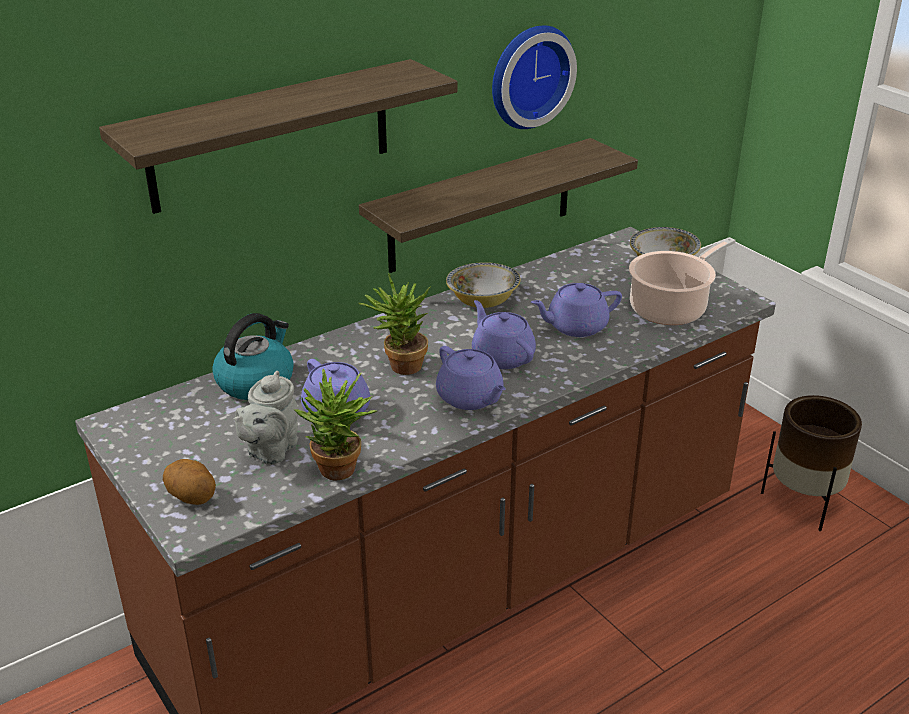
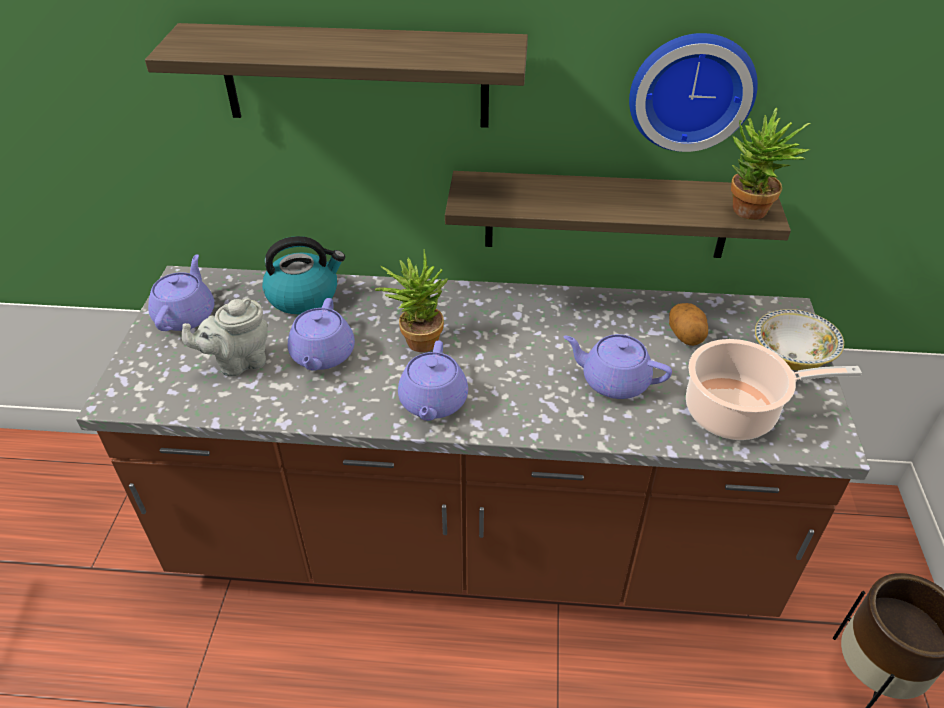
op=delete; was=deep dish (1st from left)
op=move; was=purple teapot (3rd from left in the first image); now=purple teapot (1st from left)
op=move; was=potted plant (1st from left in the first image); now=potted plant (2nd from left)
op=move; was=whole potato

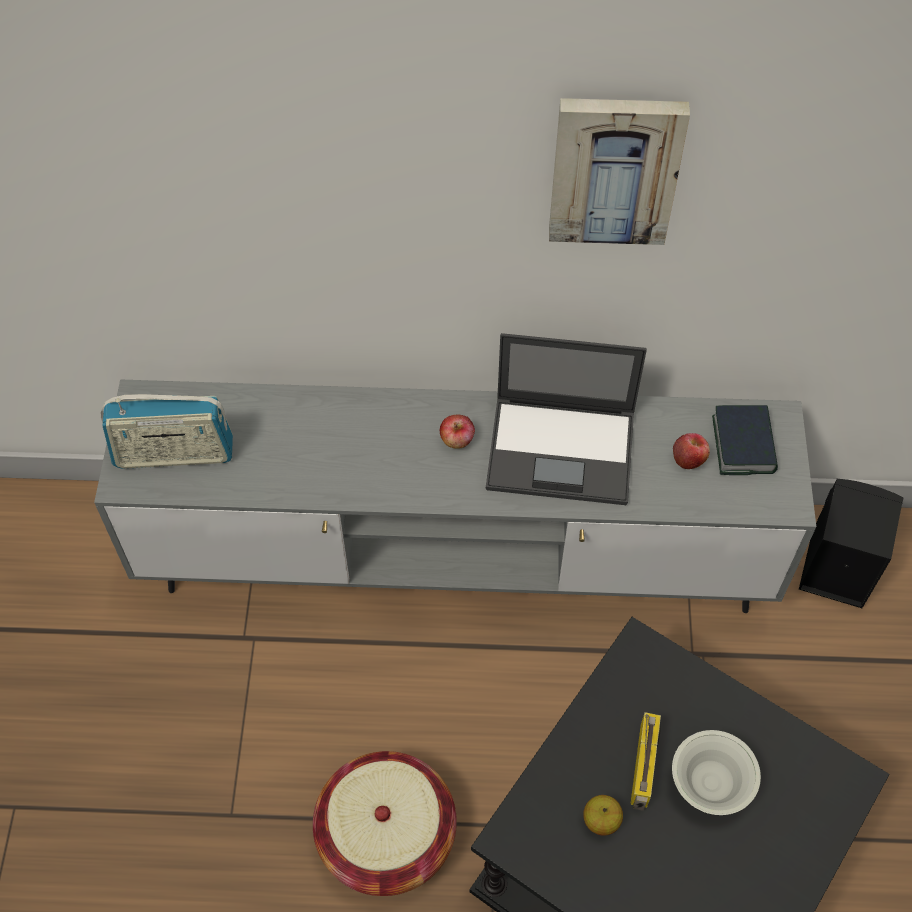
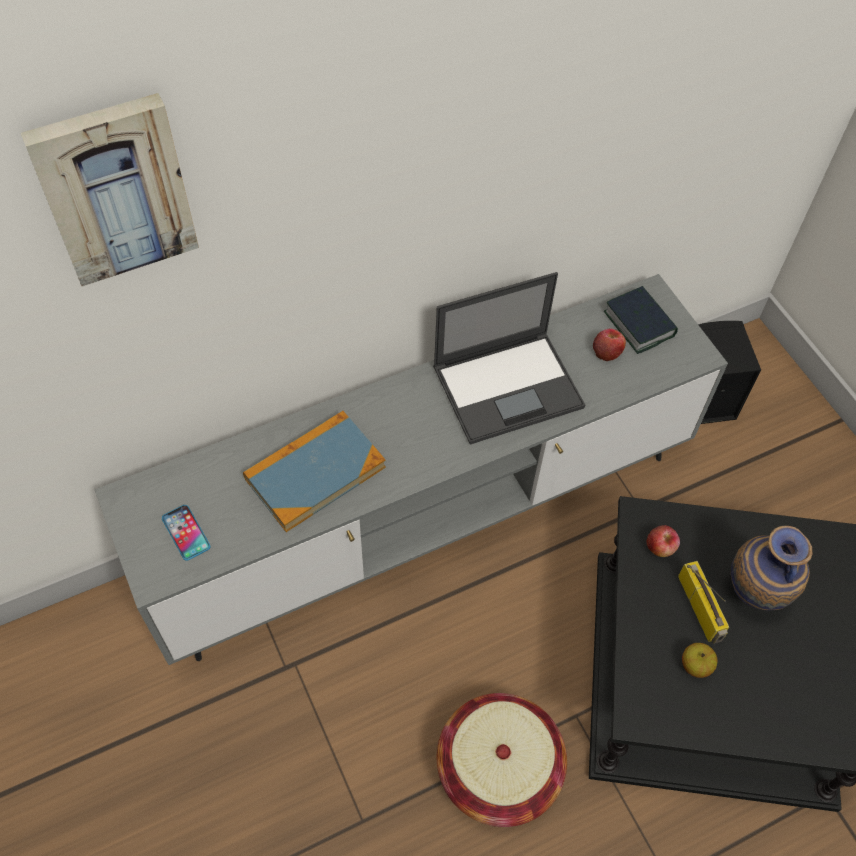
op=move; was=picture
op=replace; was=radio receiver (1st from left); now=telephone
op=move; was=apple fruit (1st from left in the first image); now=apple fruit (2nd from left)
op=replace; was=white deep dish; now=vase
op=insert; now=bound book (1st from left)

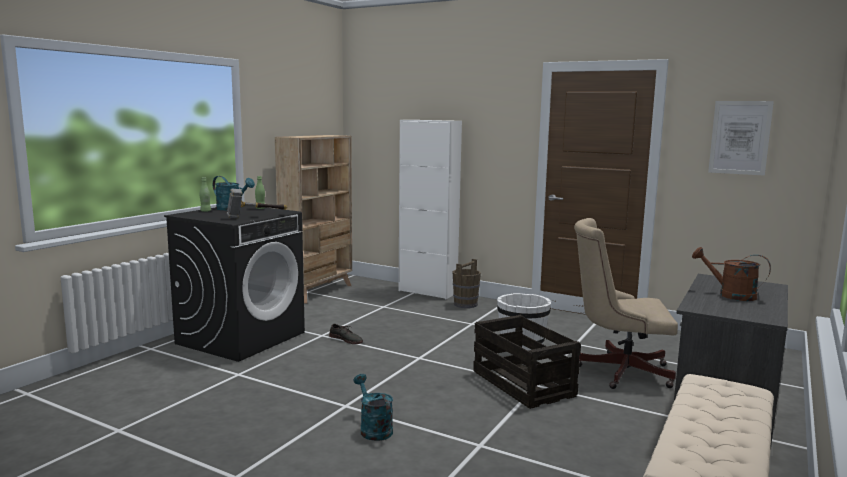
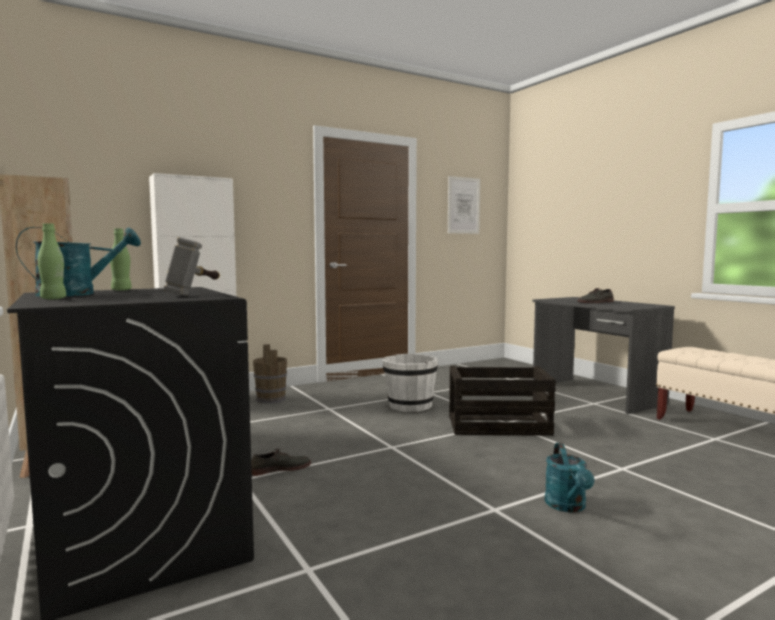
op=delete; was=sand-coloured desk chair
op=replace; was=brownish sprinkling can; now=grey shoe (2nd from left)
op=rotate; was=blue-green sprinkling can (2nd from left); clockwise=-90

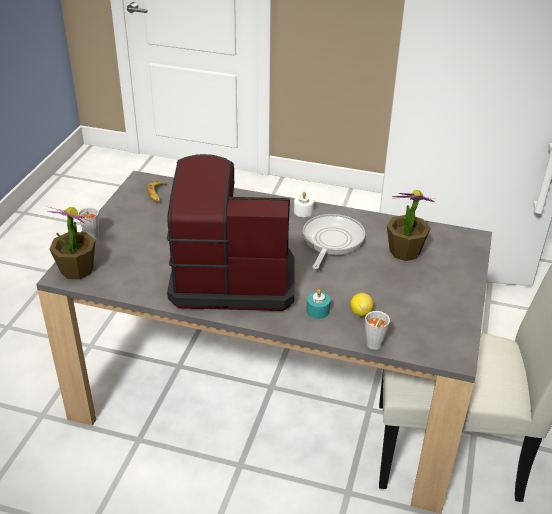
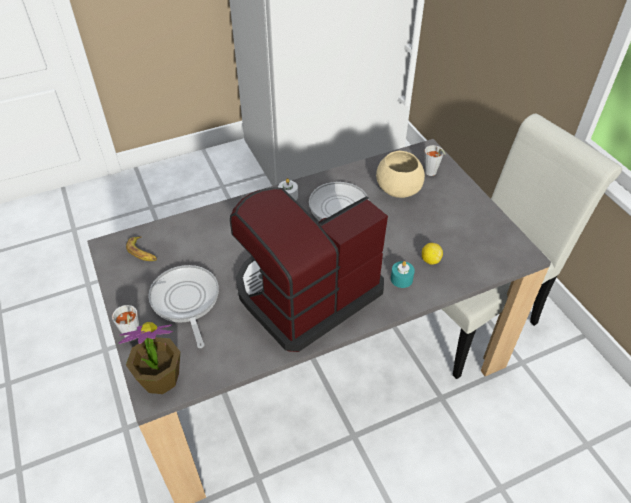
op=replace; was=potted plant (2nd from left); now=sand-coloured deep dish
op=move; was=grey drinking cup (2nd from left)
op=insert; now=pan (1st from left)

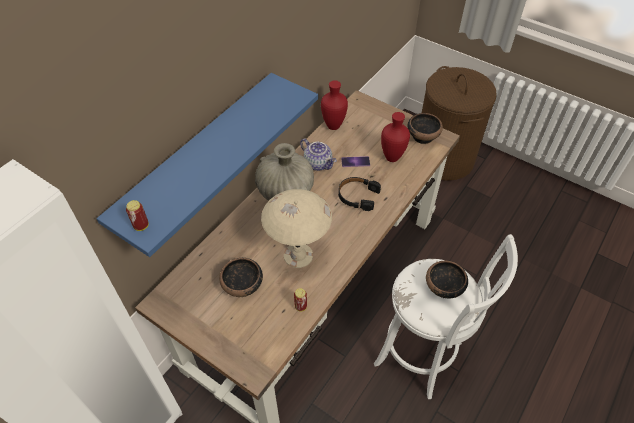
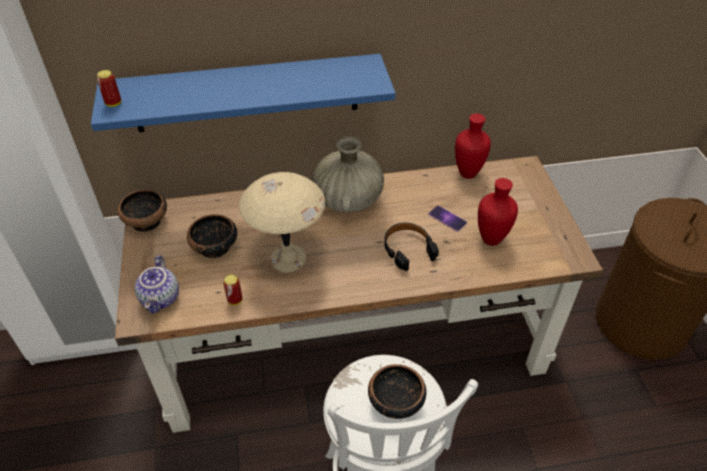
op=move; was=deep dish (2nd from left in the first image); now=deep dish (1st from left)
op=move; was=teapot

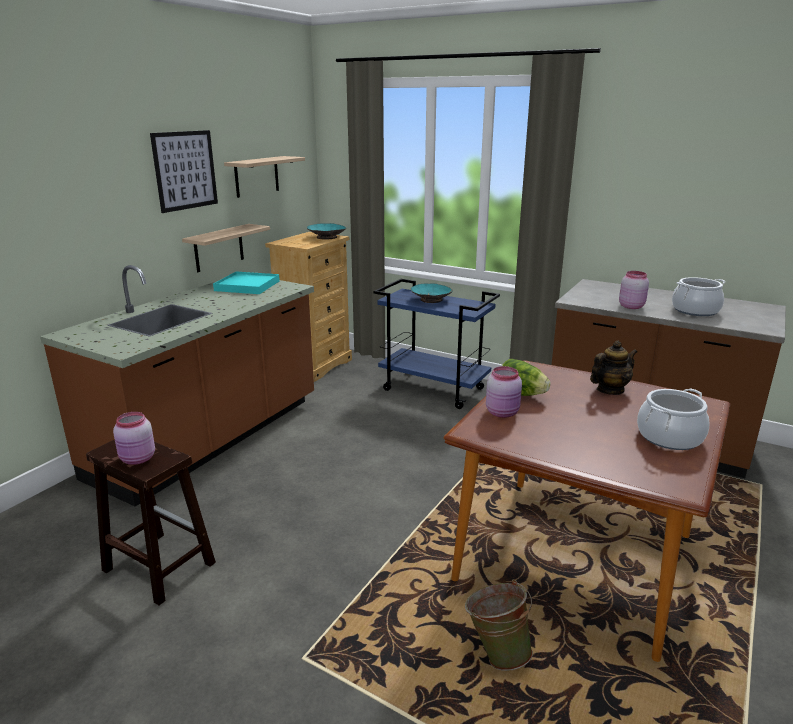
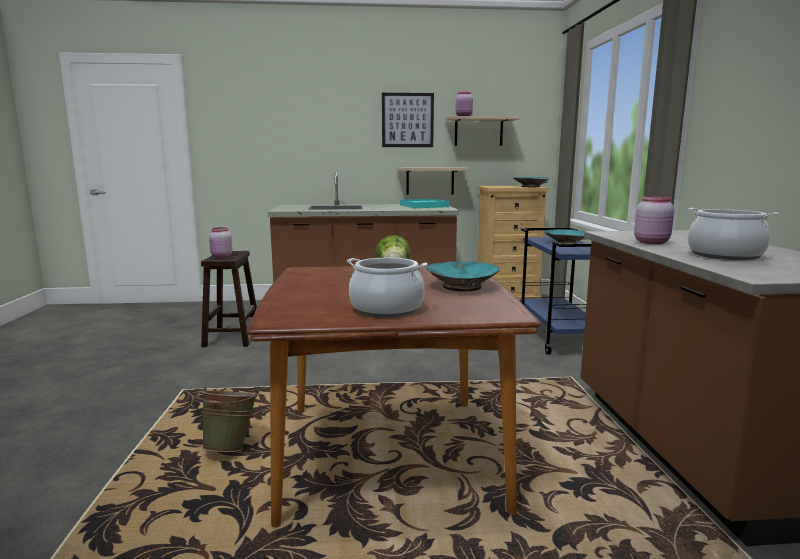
op=replace; was=teapot; now=blue-green deep dish (1st from left)
op=move; was=pink-coloured preserve jar (2nd from left)

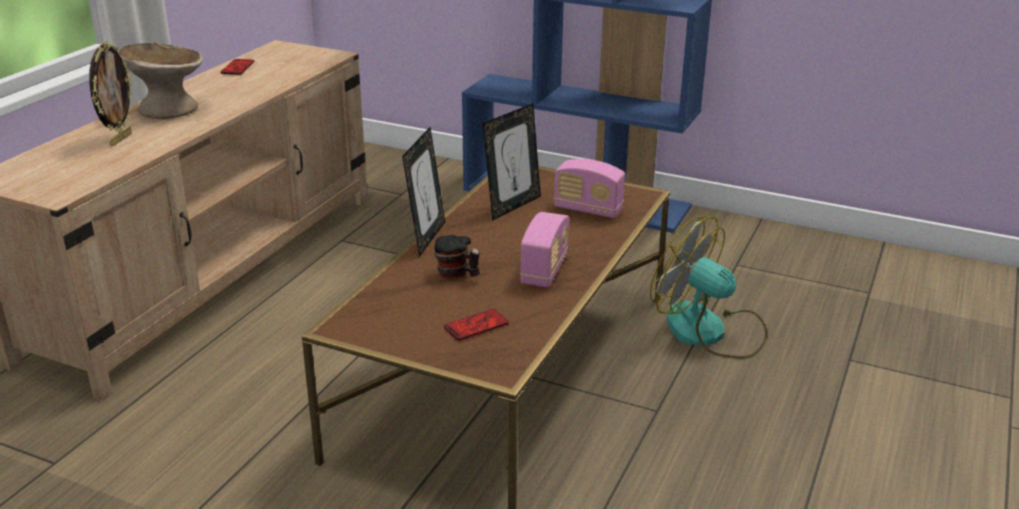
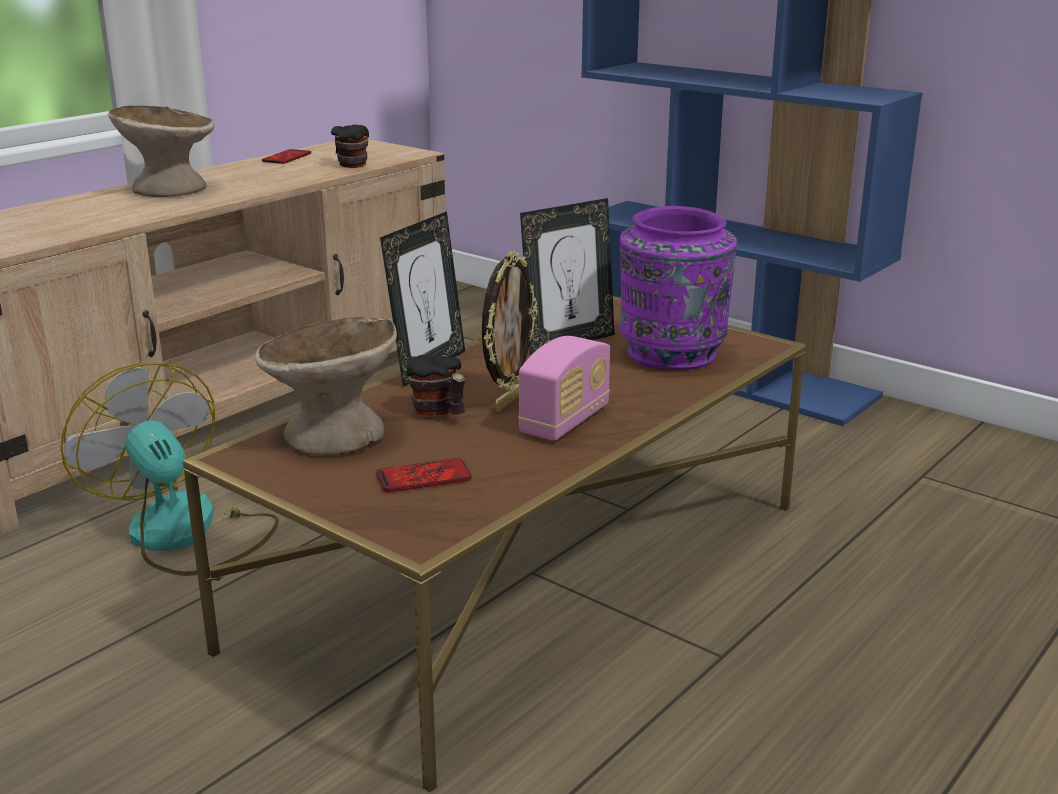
op=move; was=photo frame (1st from left in the first image); now=photo frame (2nd from left)
op=replace; was=radio receiver (2nd from left); now=purple vase
op=move; was=fan
op=insert; now=coffee mug (1st from left)
op=insert; now=sand-coloured deep dish (2nd from left)

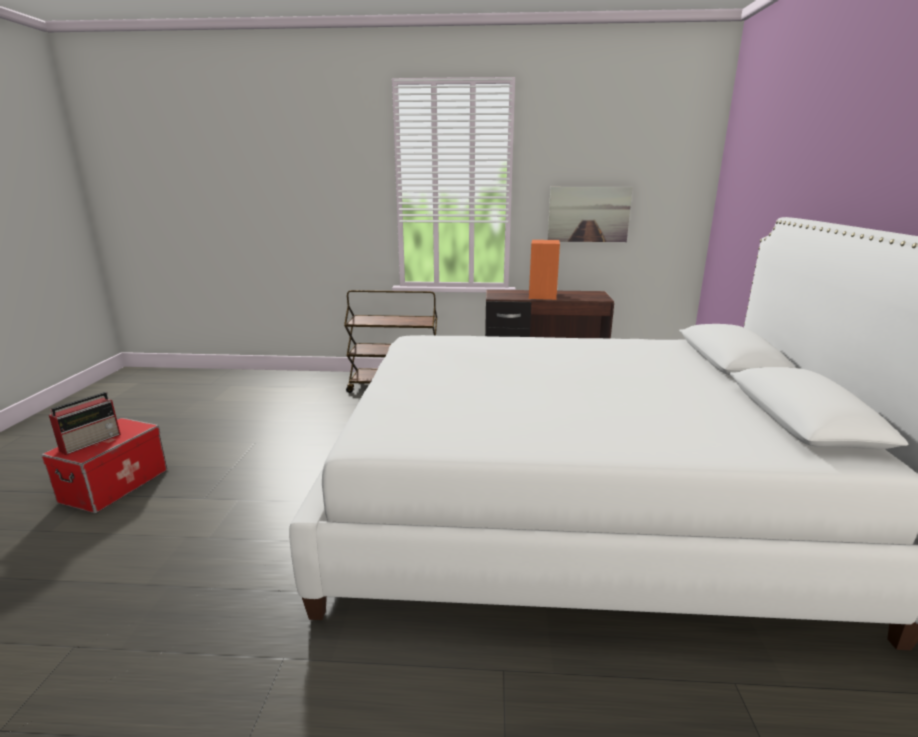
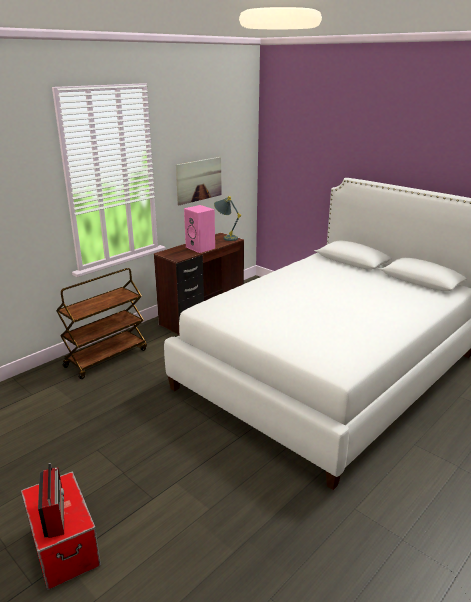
op=recolor; was=orange audio speaker; now=pink-coloured audio speaker
op=insert; now=grey tabletop lamp

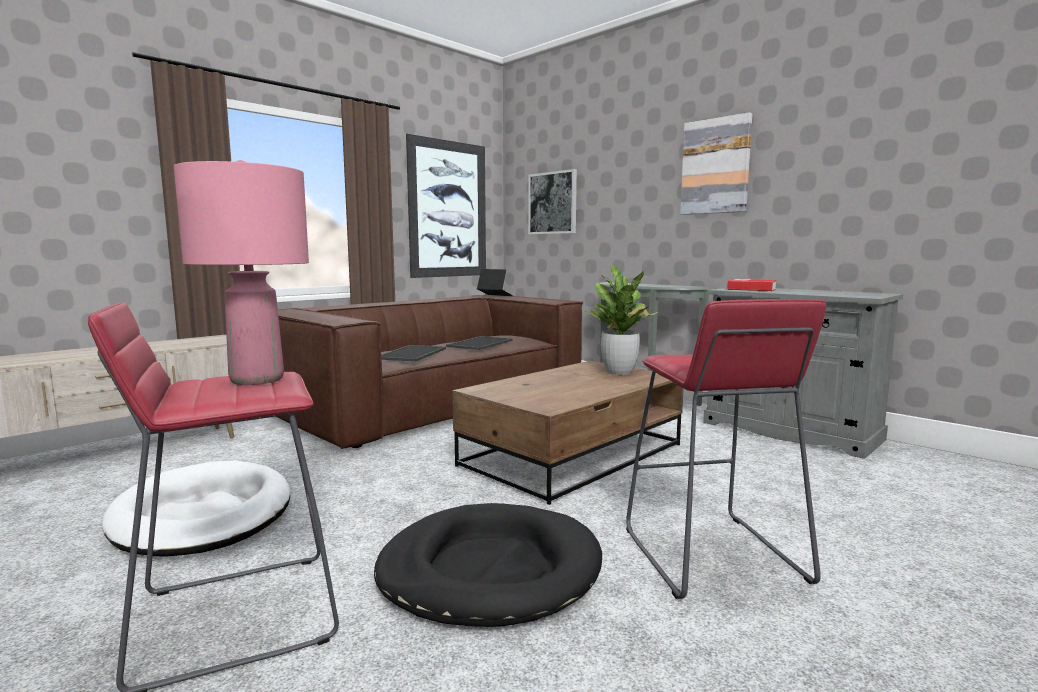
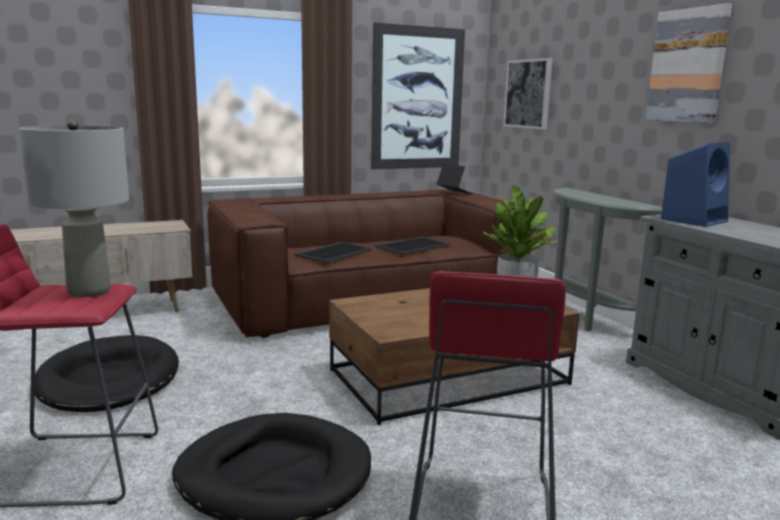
op=recolor; was=pink-coloured tabletop lamp; now=grey tabletop lamp
op=replace; was=bound book; now=bluish audio speaker
op=recolor; was=white dog bed; now=black-coloured dog bed (1st from left)

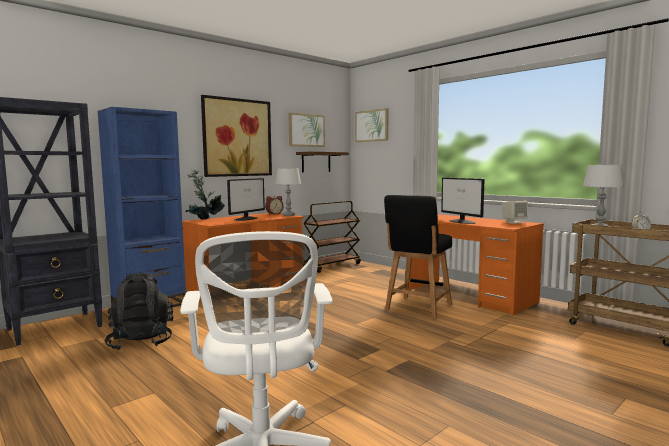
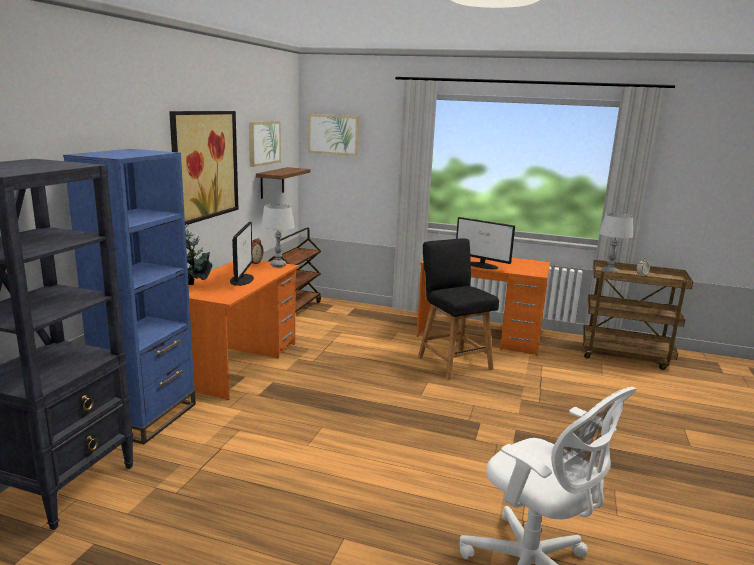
op=rotate; was=black-coloured plain chair; clockwise=150
op=delete; was=sand-coloured audio speaker
op=delete; was=black-coloured backpack

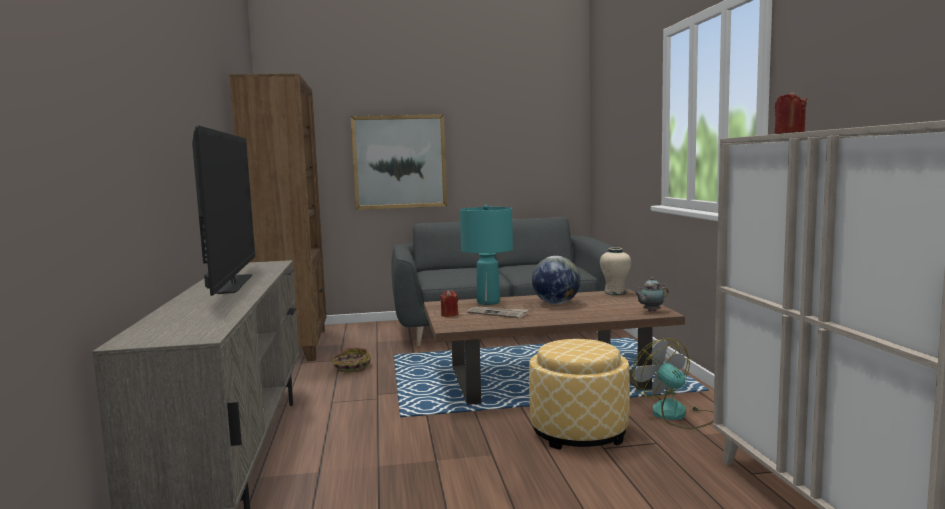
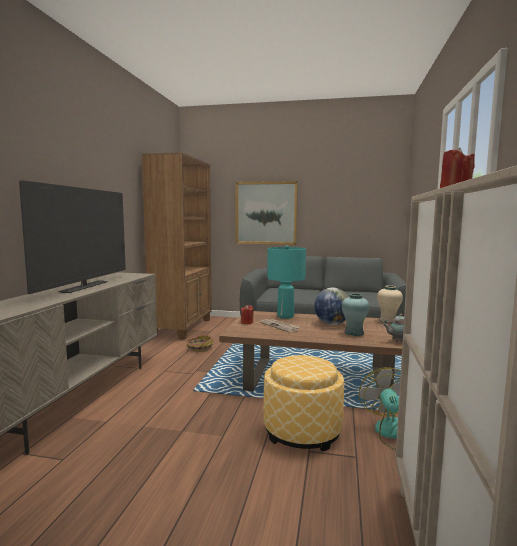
op=insert; now=blue-green vase

